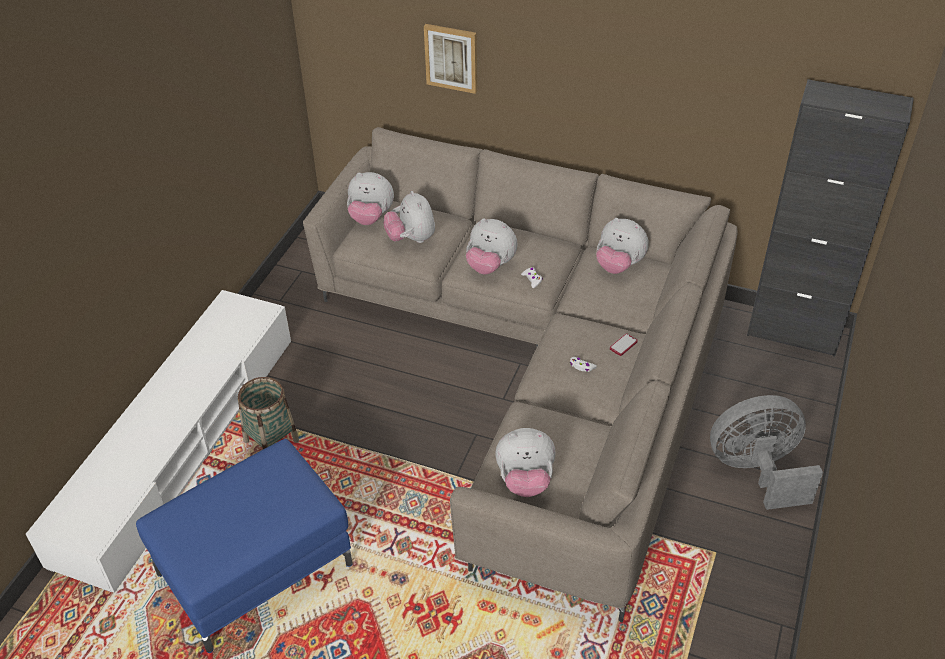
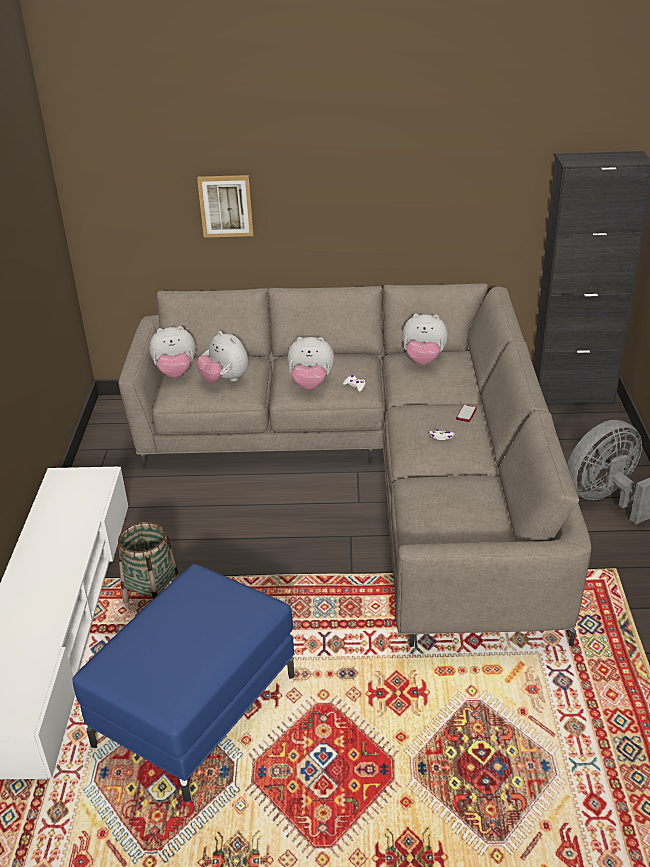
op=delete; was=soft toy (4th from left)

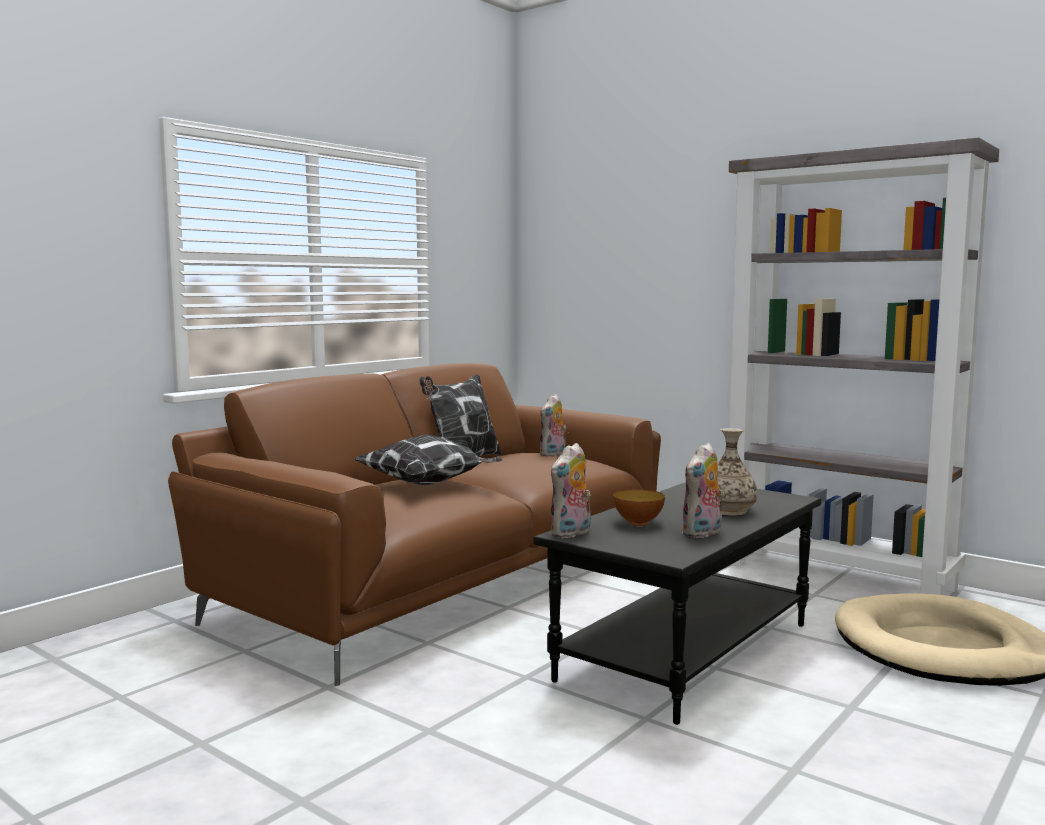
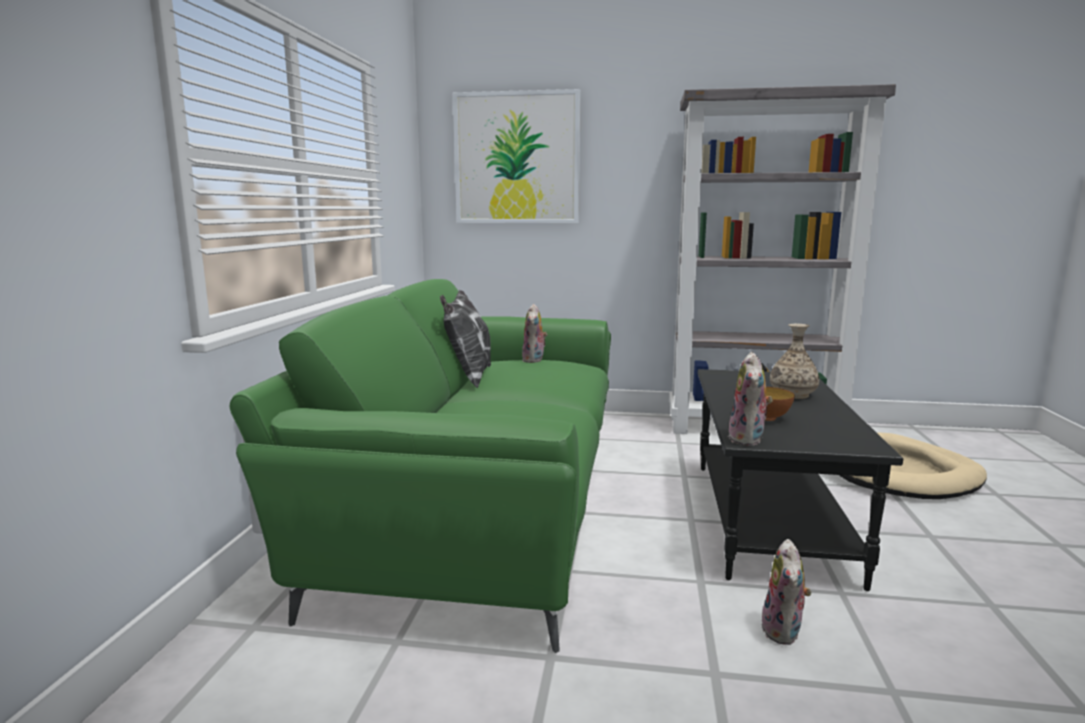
op=recolor; was=brownish settee; now=greenish settee
op=delete; was=pillow (1st from left)
op=move; was=soft toy (3rd from left)
op=insert; now=picture

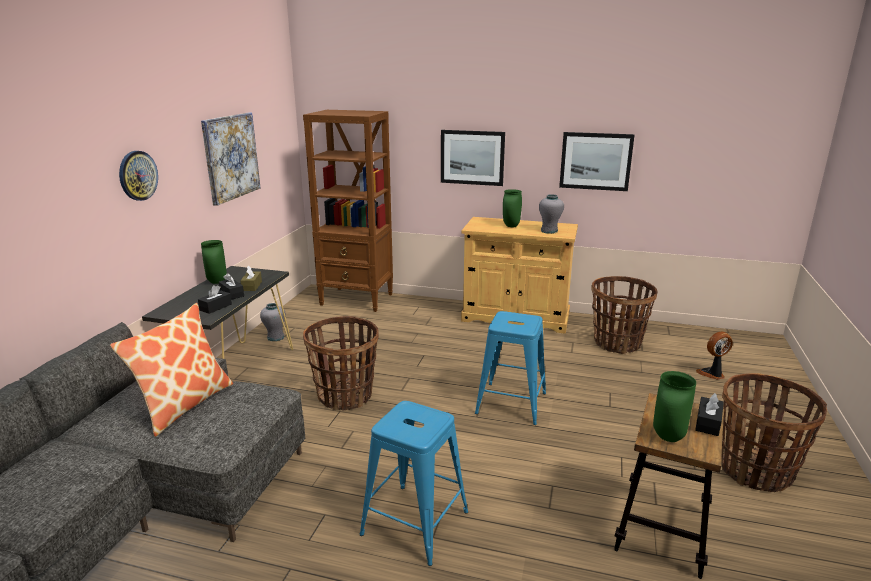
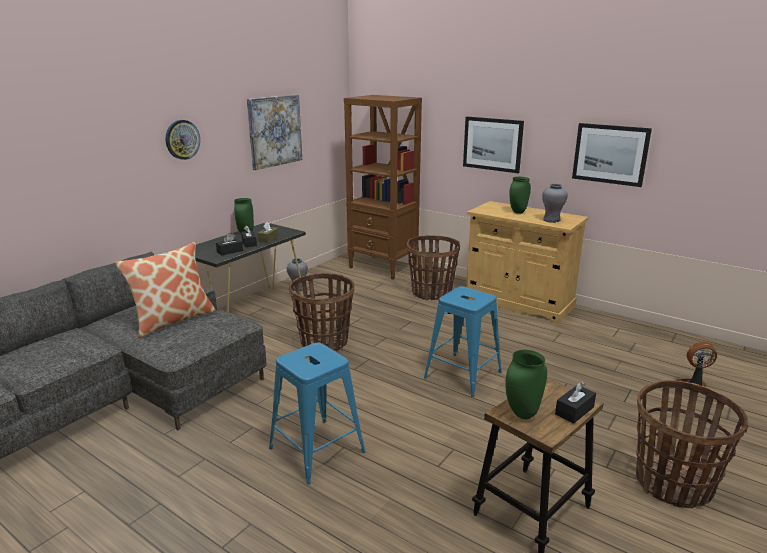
op=move; was=storage basket (2nd from left)

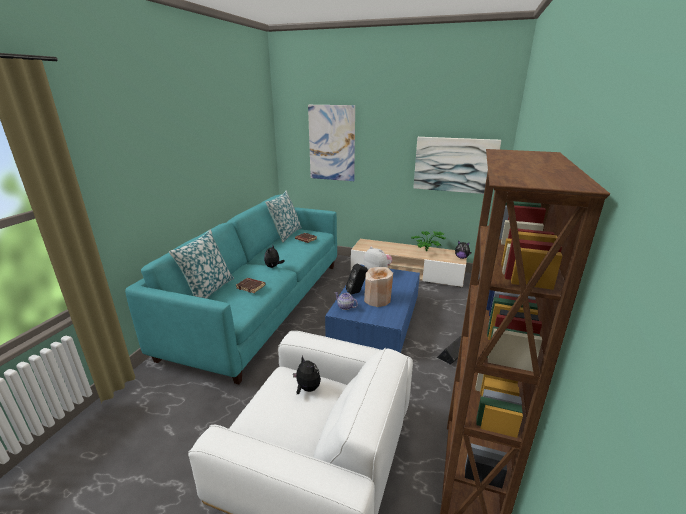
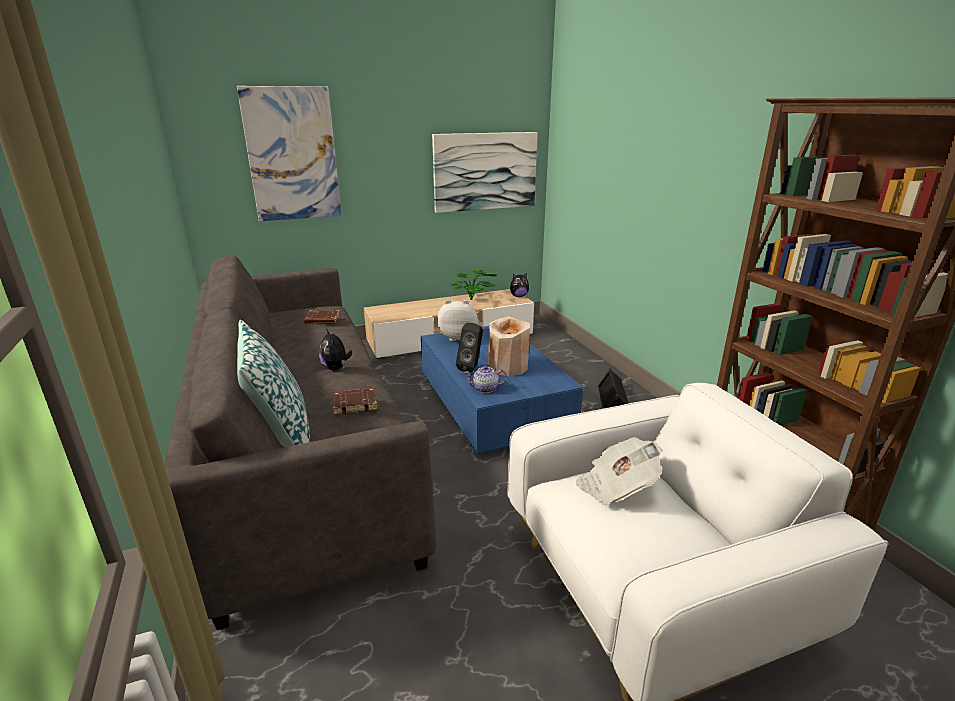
op=delete; was=pillow (2nd from left)
op=recolor; was=blue-green settee; now=grey settee
op=replace; was=soft toy (2nd from left); now=newspaper

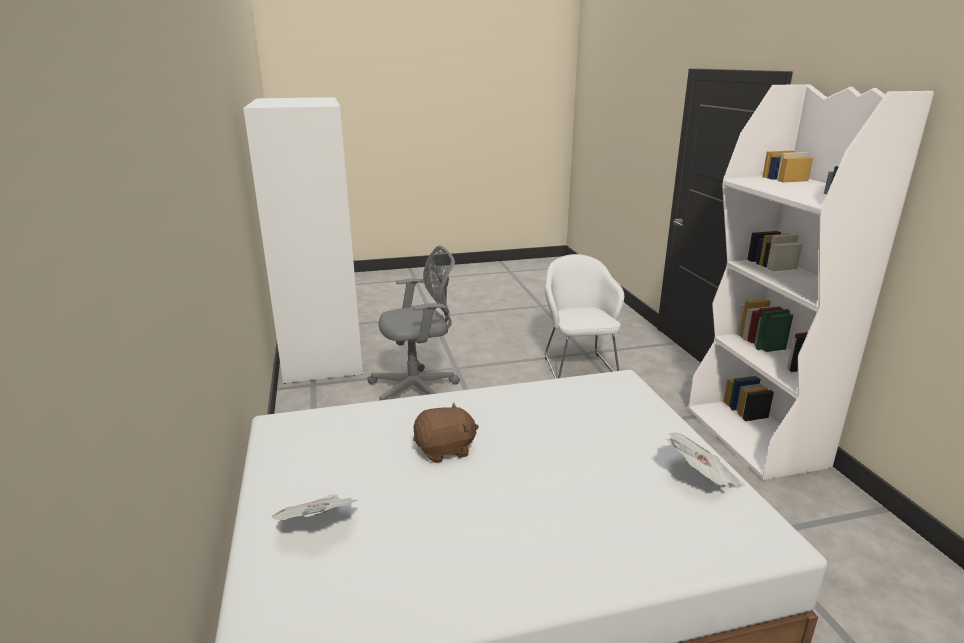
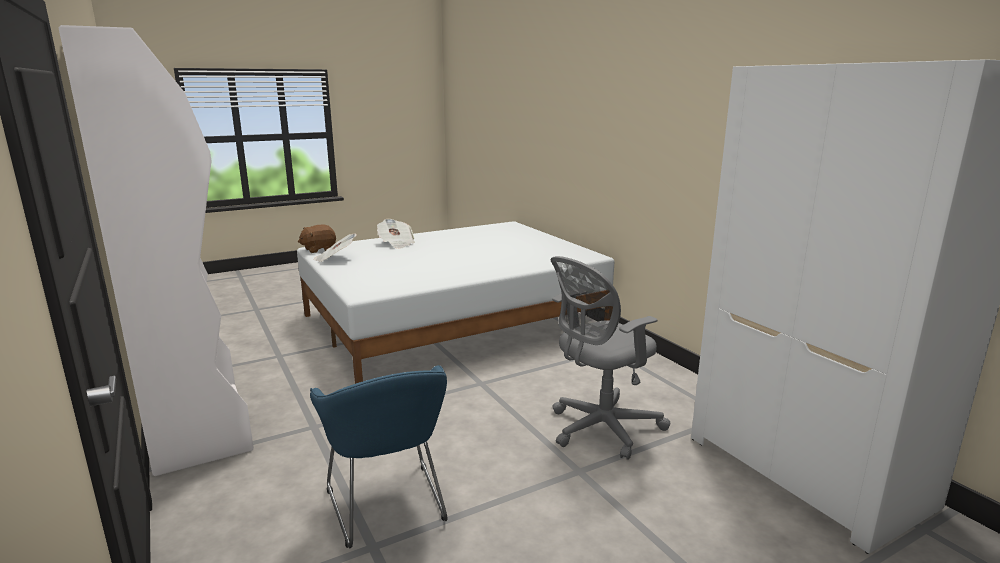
op=recolor; was=white easy chair; now=bluish easy chair
op=move; was=brownish soft toy
op=move; was=newspaper (1st from left in the first image); now=newspaper (2nd from left)

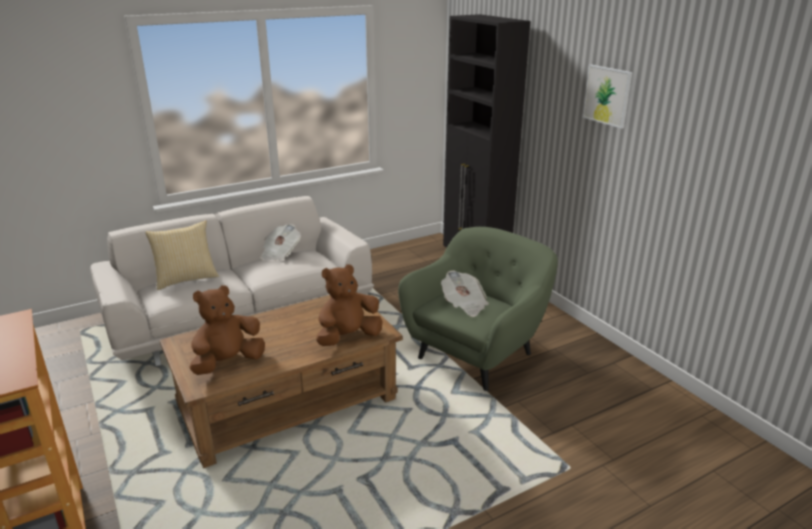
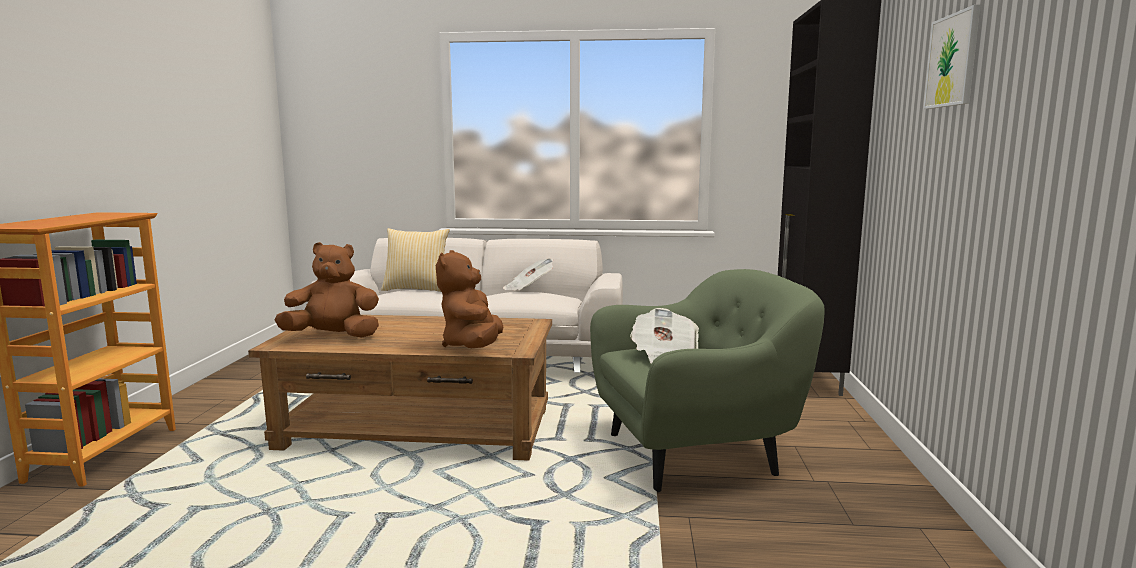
op=rotate; was=brownish soft toy (2nd from left); clockwise=-90

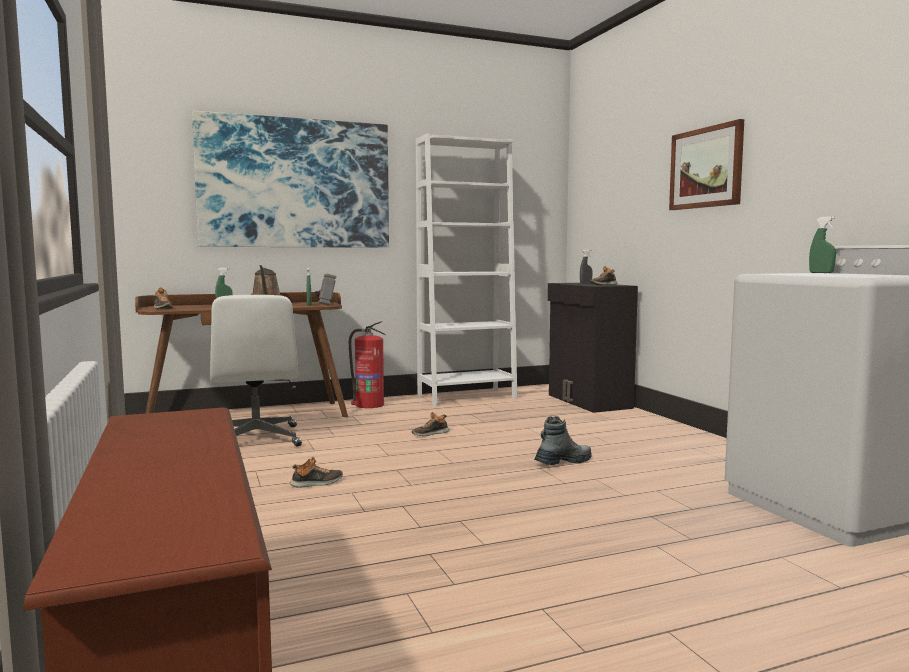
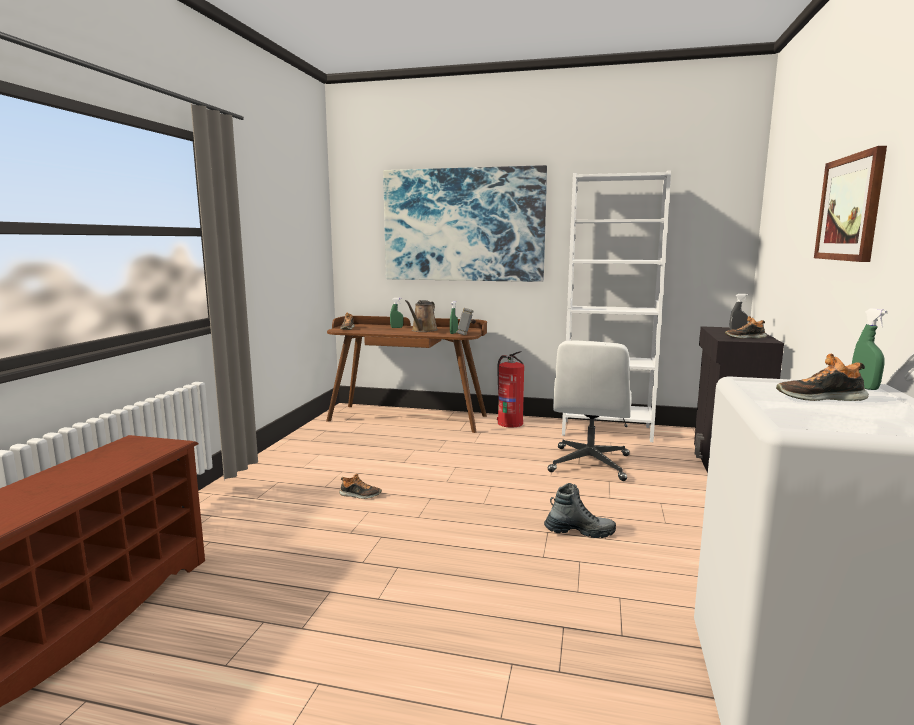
op=move; was=white desk chair
op=move; was=shoe (3rd from left in the first image); now=shoe (4th from left)

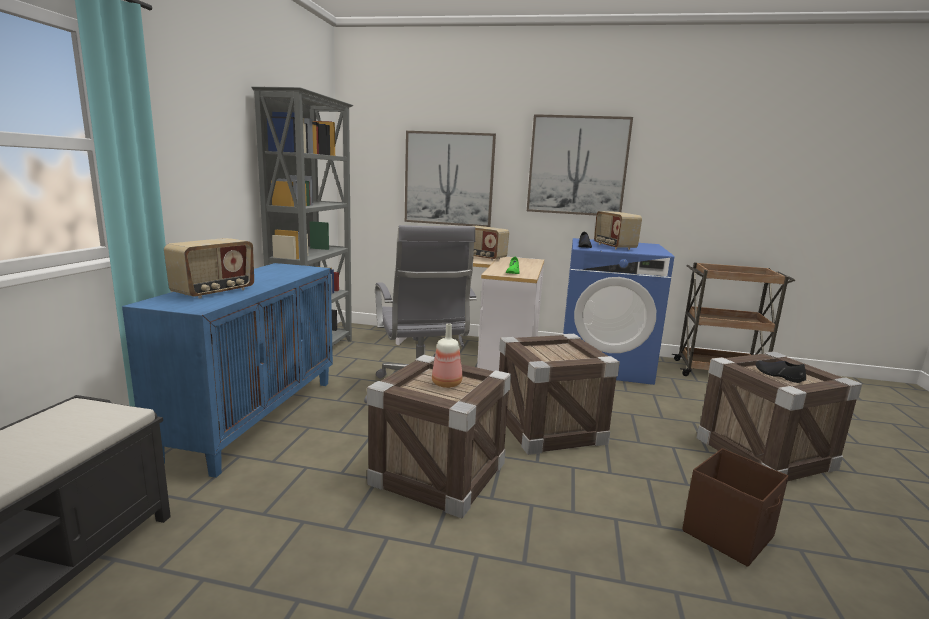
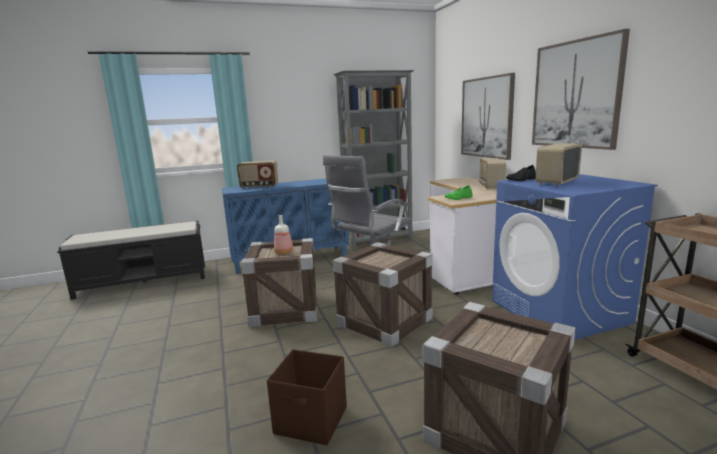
op=delete; was=black-coloured shoe (2nd from left)

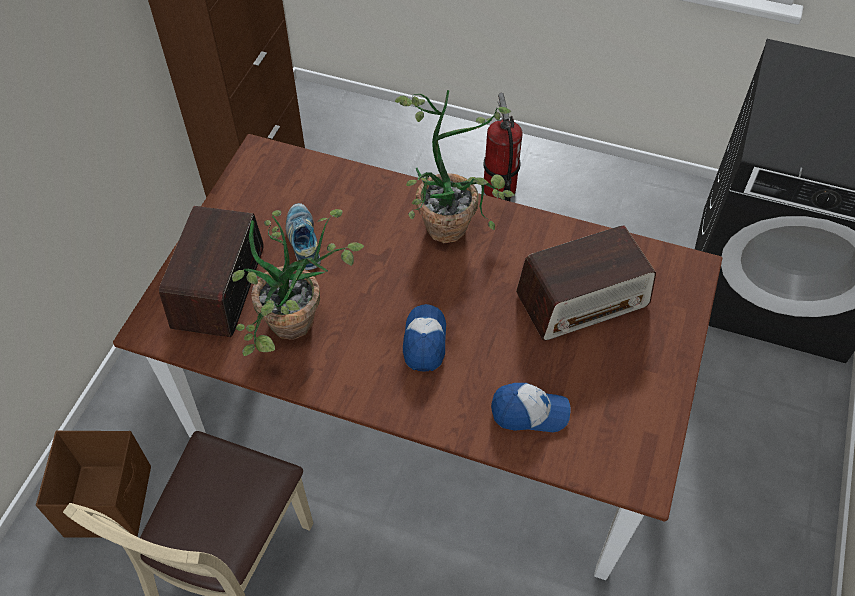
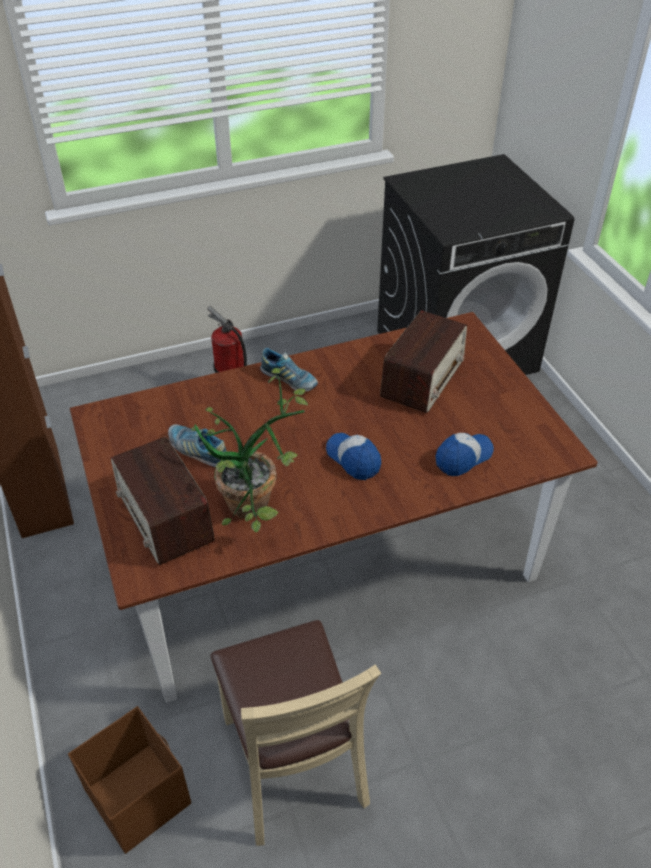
op=replace; was=potted plant (2nd from left); now=shoe (2nd from left)

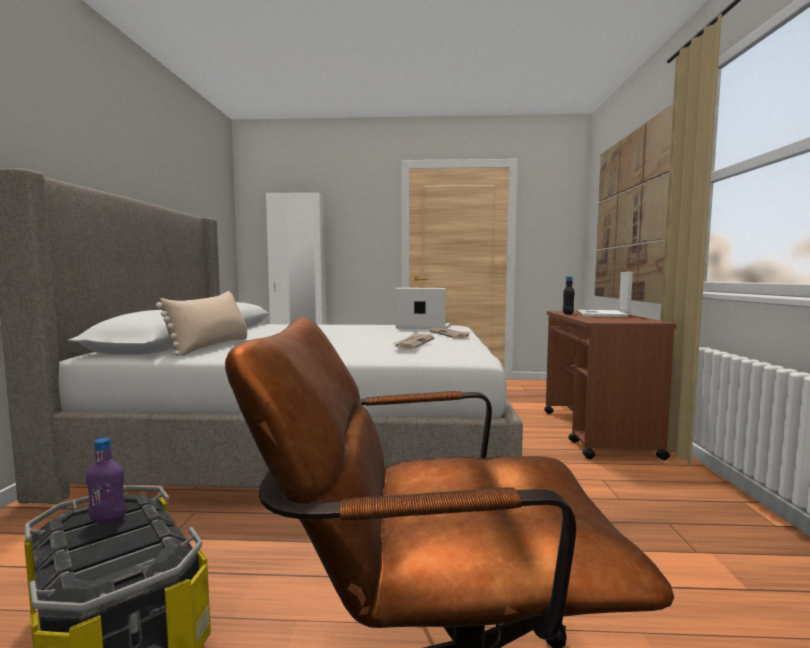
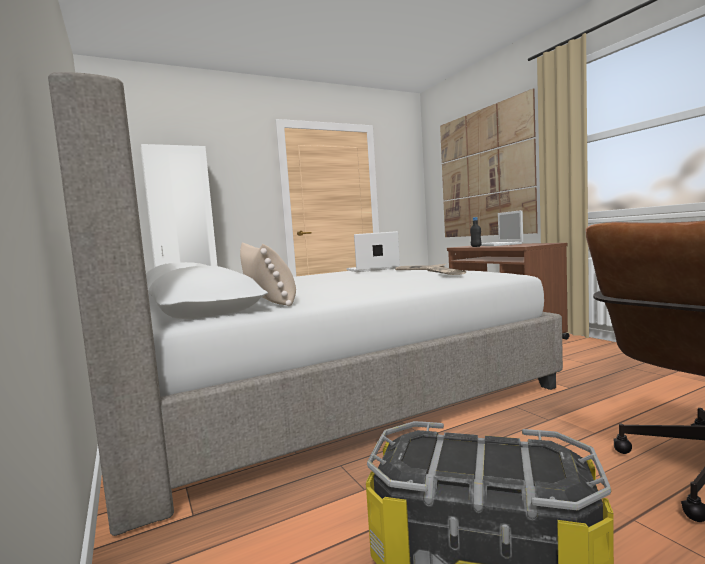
op=delete; was=purple bottle

